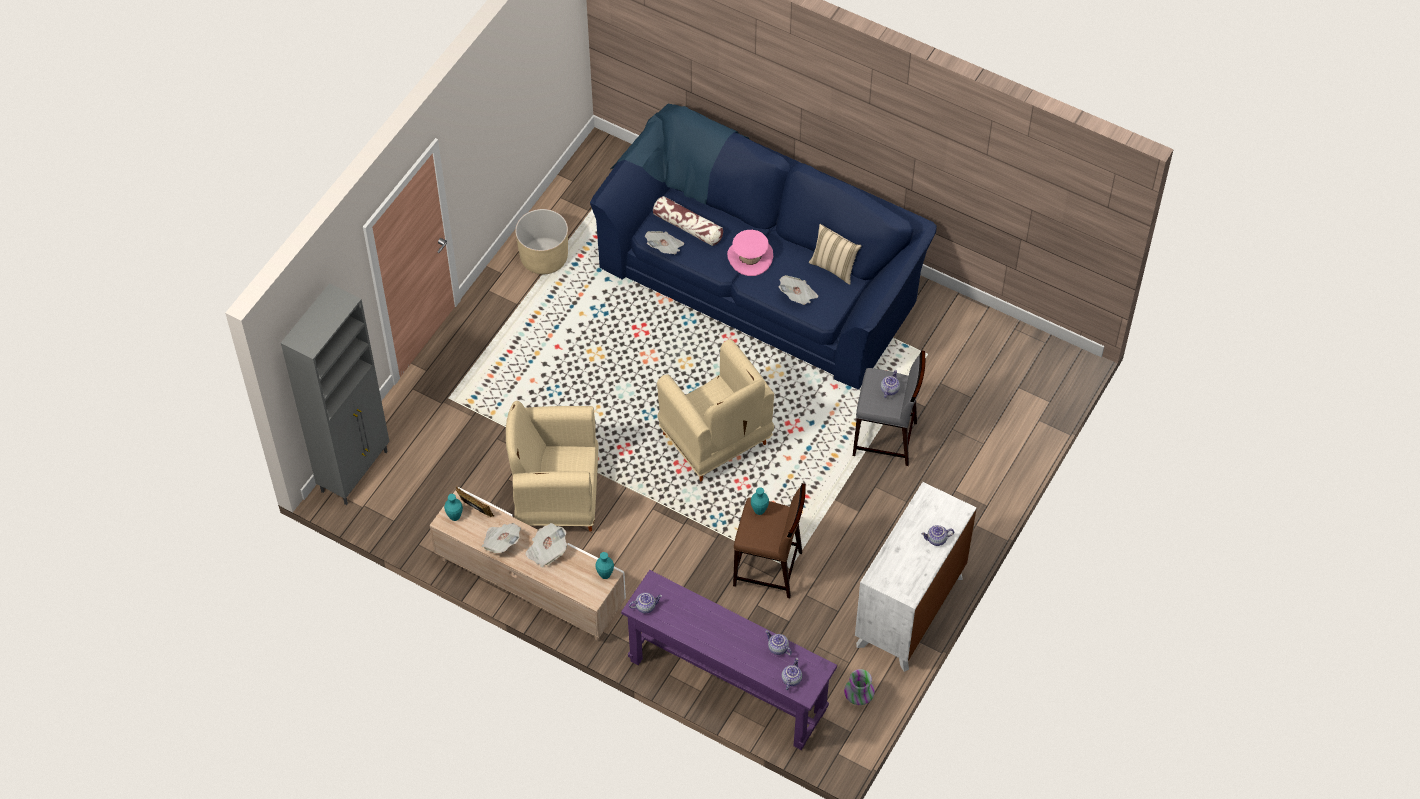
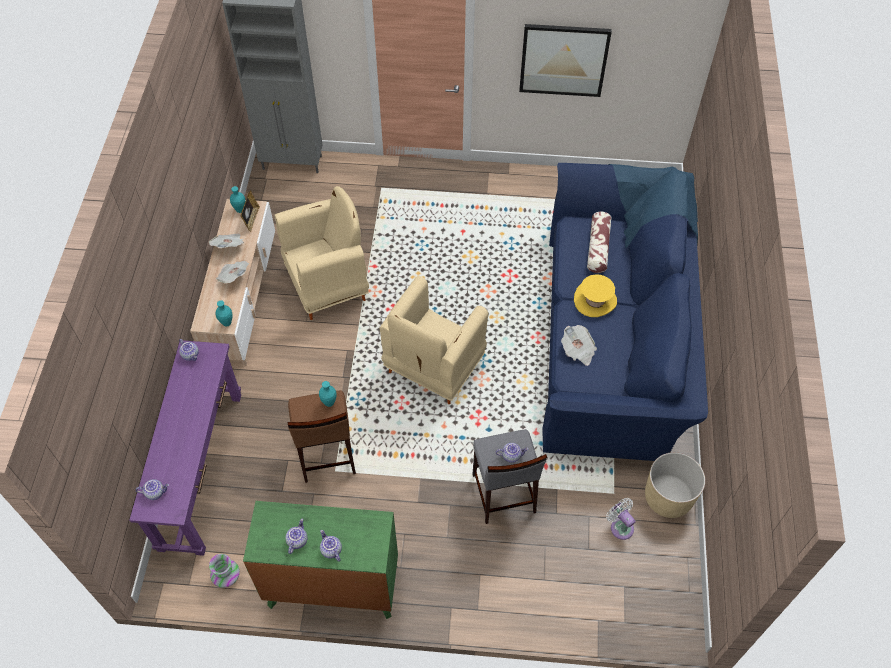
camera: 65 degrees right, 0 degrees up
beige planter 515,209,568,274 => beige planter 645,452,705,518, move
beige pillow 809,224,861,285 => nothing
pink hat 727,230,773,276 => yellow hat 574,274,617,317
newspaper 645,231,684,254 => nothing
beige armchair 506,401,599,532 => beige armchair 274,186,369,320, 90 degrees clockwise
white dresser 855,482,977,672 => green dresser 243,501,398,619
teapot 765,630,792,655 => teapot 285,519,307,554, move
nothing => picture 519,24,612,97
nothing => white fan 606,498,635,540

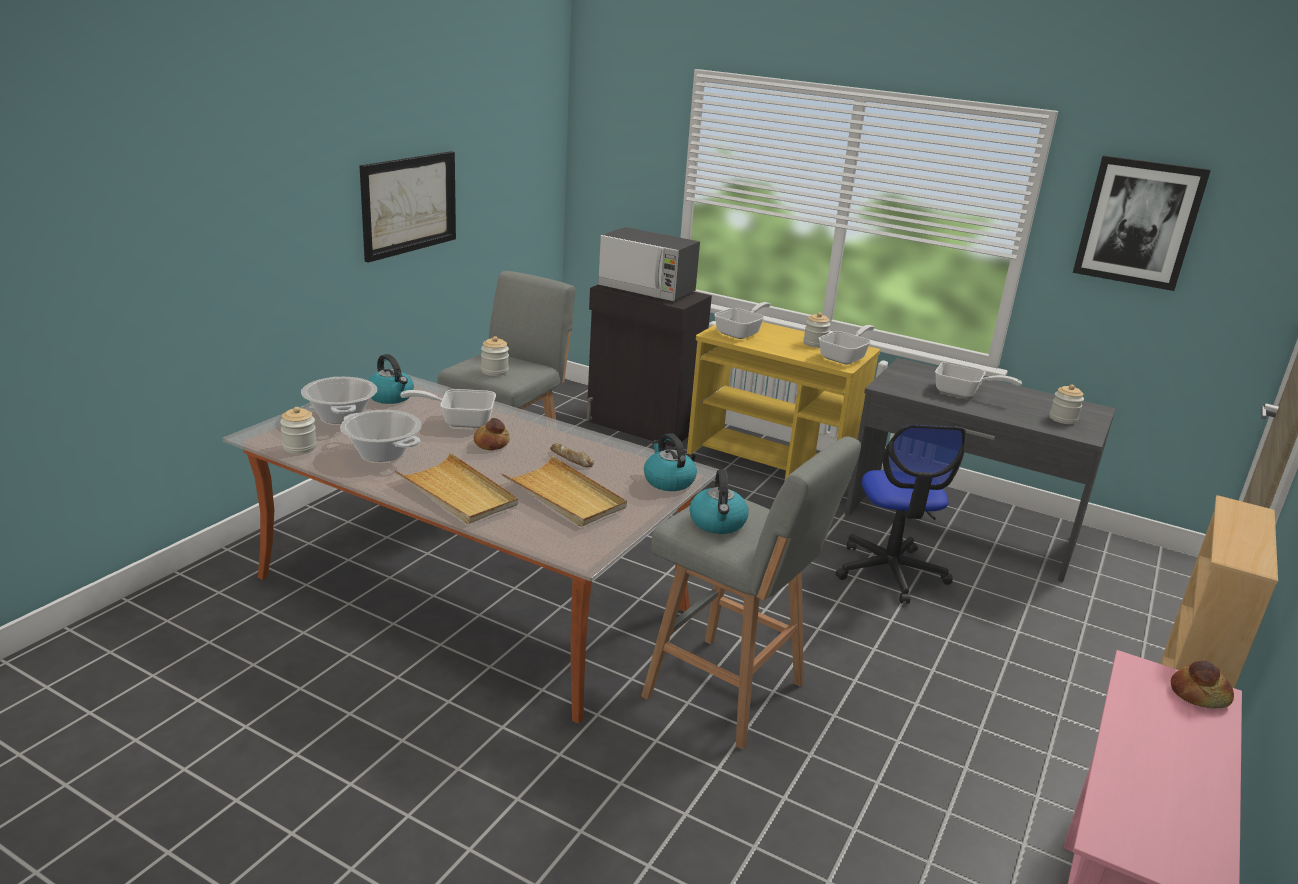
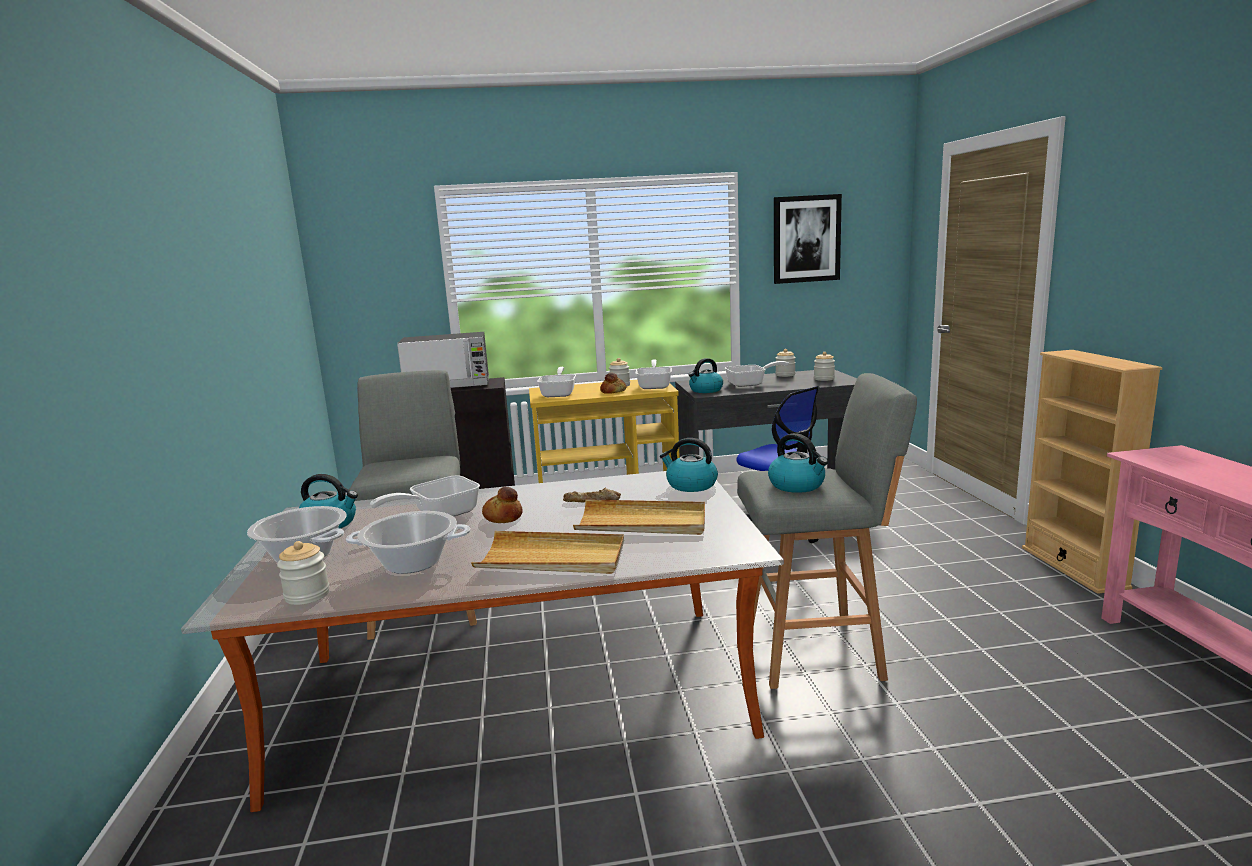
camera: 35 degrees left, 10 degrees down
picture 360,151,456,263 => nothing
jar 481,336,509,376 => jar 776,349,796,377, move
bread 1171,661,1234,708 => bread 600,373,626,394, move
nothing => kettle 688,358,723,393

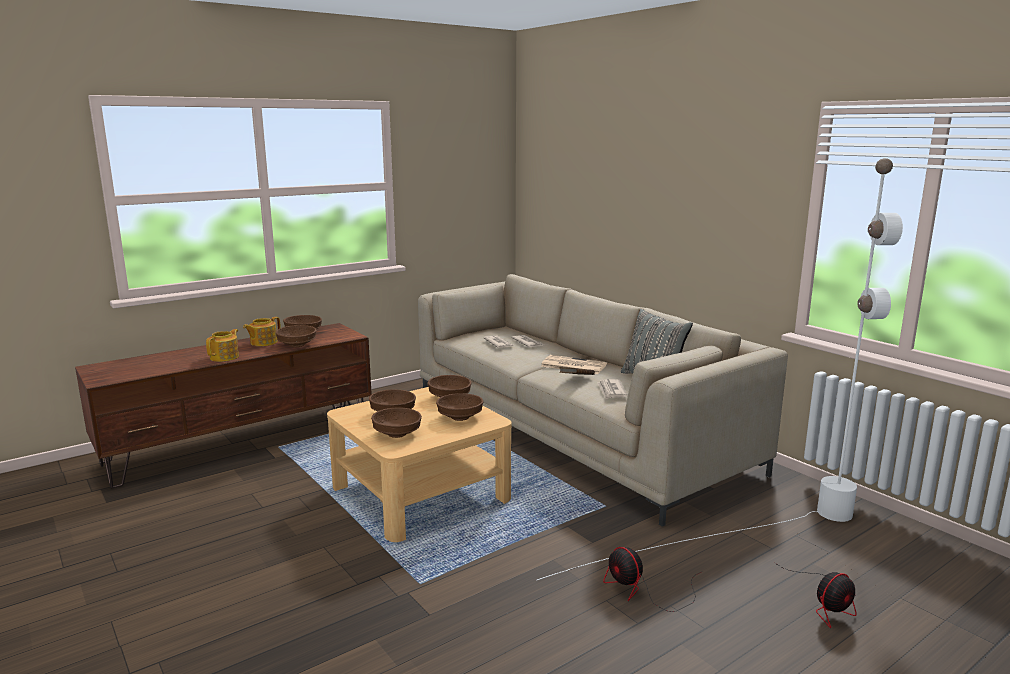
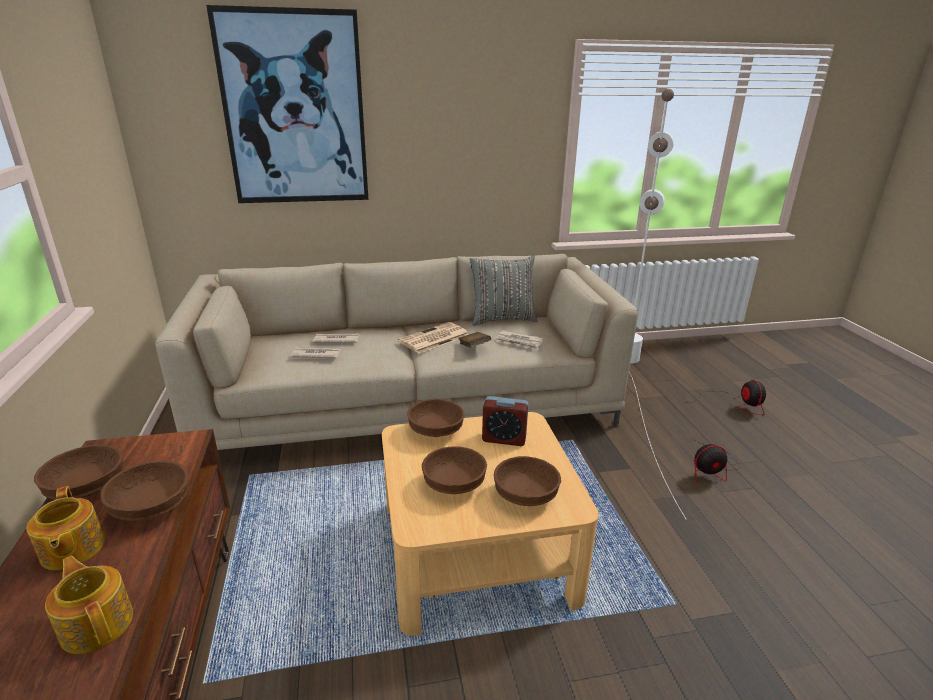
camera: 65 degrees left, 10 degrees up
brown bowl 436,393,484,421 => alarm clock 482,396,529,446
nothing => picture 206,5,369,203

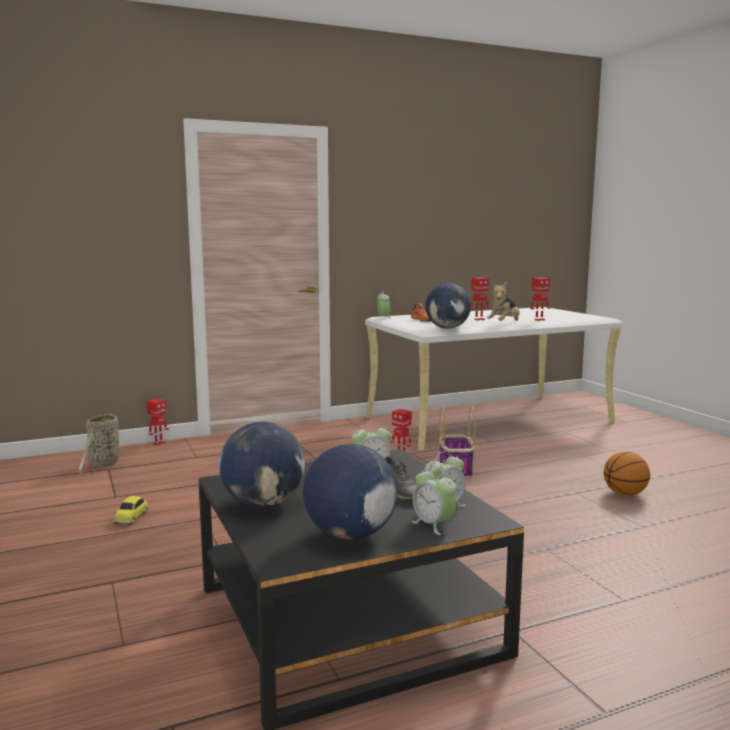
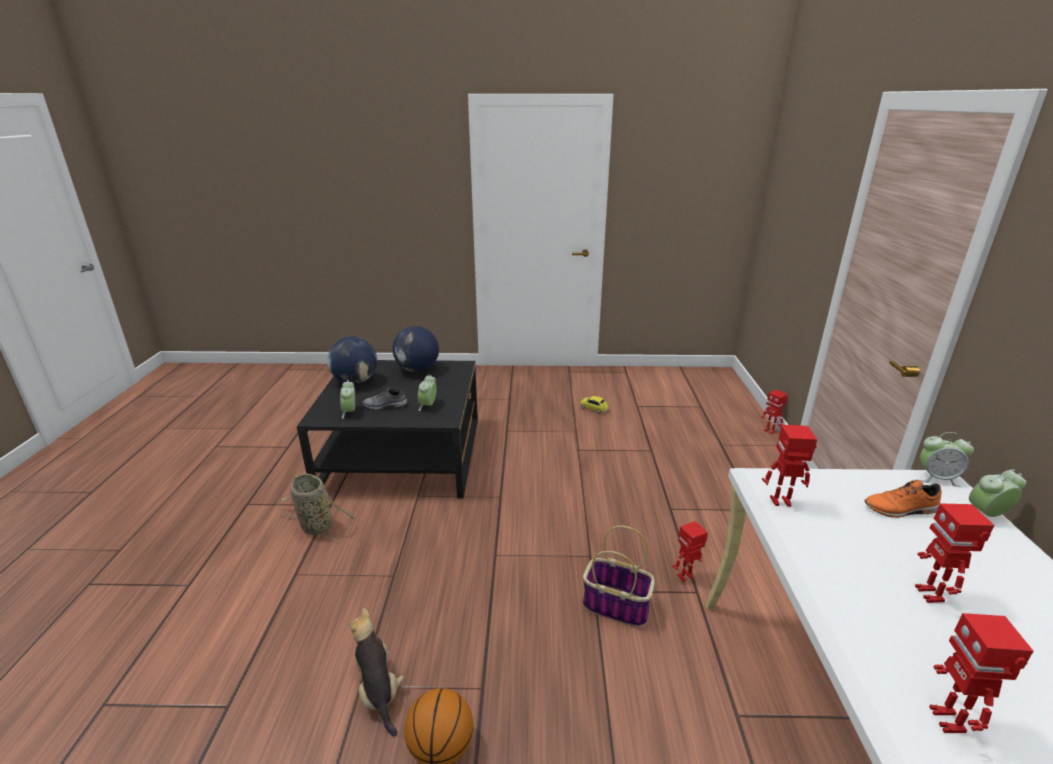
camera: 115 degrees right, 15 degrees up
plush toy 487,282,520,321 => plush toy 348,608,404,737, move
globe 425,283,471,329 => toy robot 762,425,817,507
basket 78,414,123,476 => basket 278,473,354,539, move
alarm clock 411,466,456,535 => alarm clock 969,470,1026,517, move

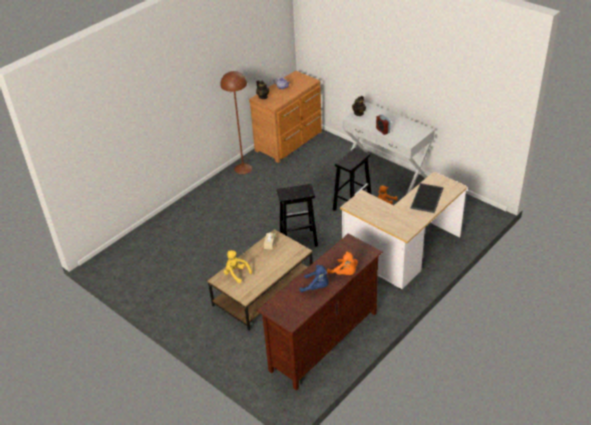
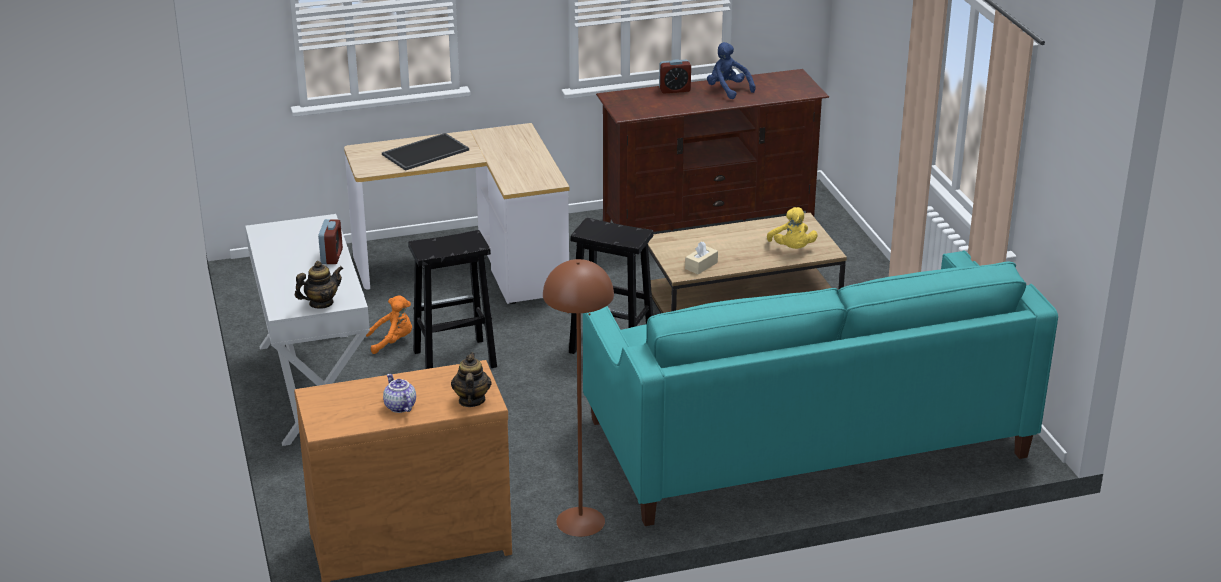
camera: 150 degrees left, 10 degrees down
orange plush toy 327,252,358,275 => alarm clock 659,59,691,94
nothing => turquoise sofa 583,250,1058,526

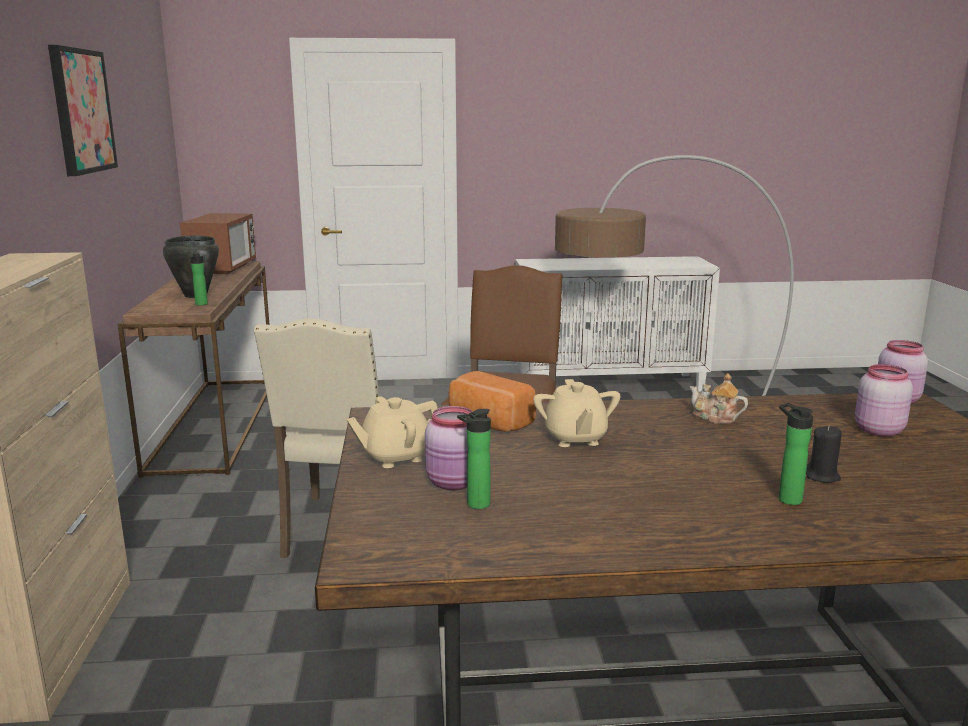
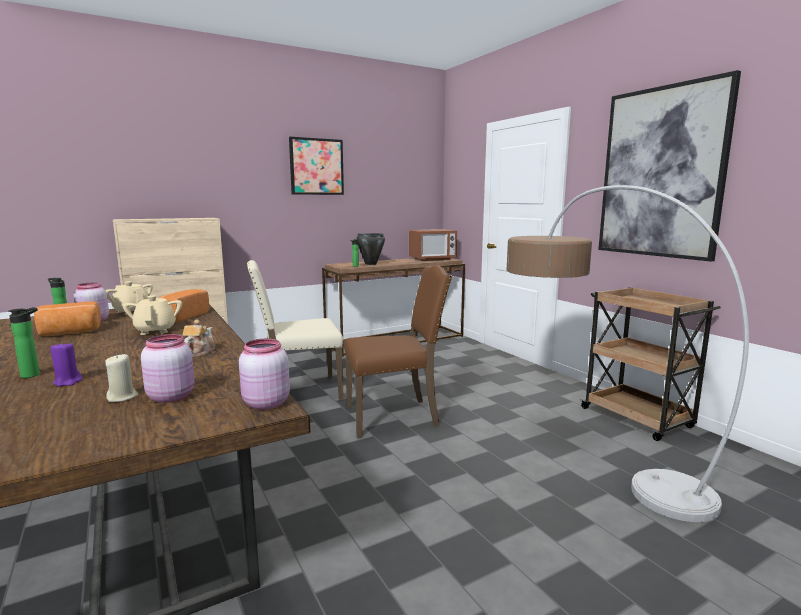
camera: 65 degrees right, 5 degrees down
white cabinet 516,256,720,392 => brown cart 579,287,721,441
beige teapot 533,379,620,447 => beige teapot 123,295,182,335, 105 degrees clockwise
black candle 806,425,842,483 => purple candle 50,341,83,386
nothing => picture 598,70,741,262
nothing => bread 34,301,101,336
nothing => beige candle 105,354,138,402

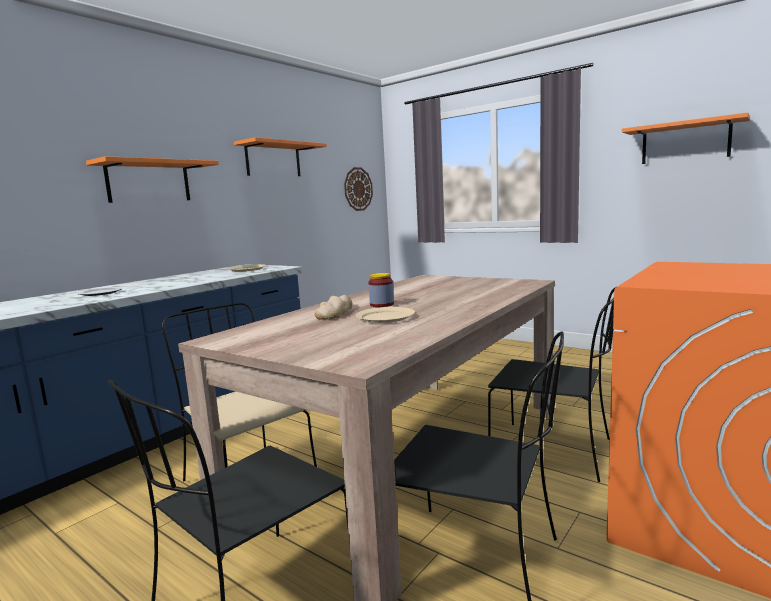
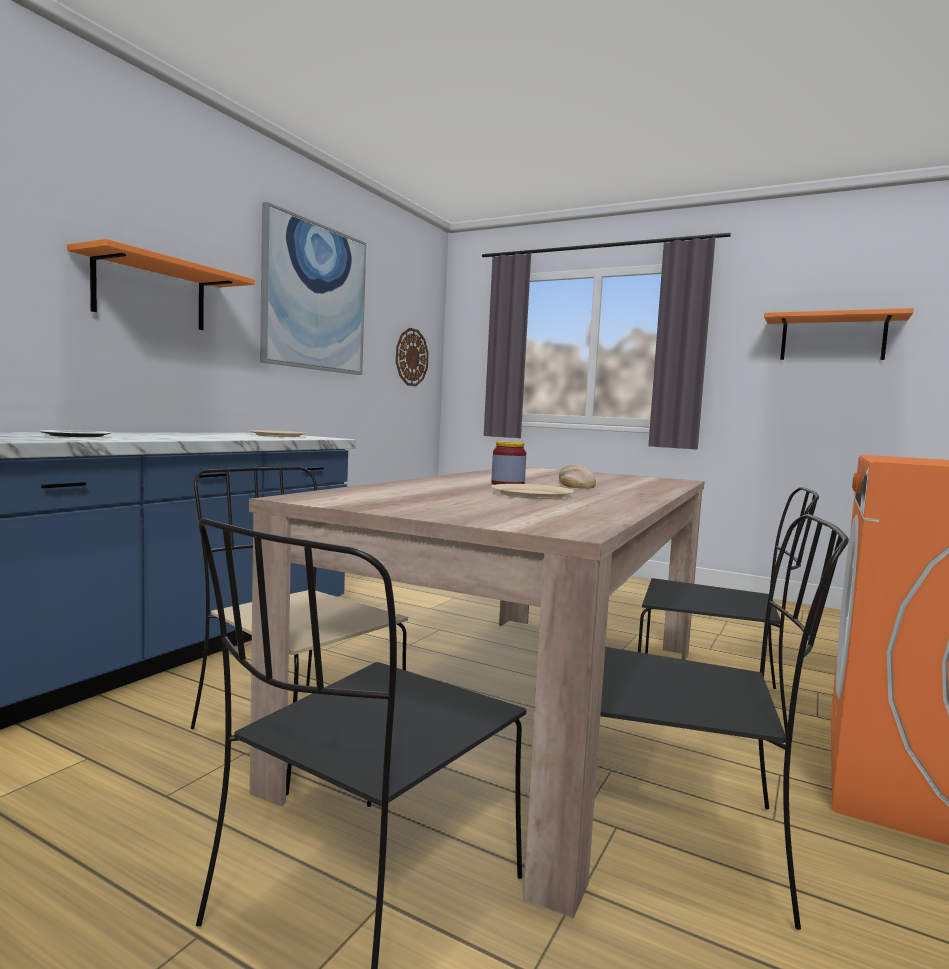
camera: 10 degrees left, 5 degrees down
orange shelf 234,137,327,176 => picture 260,202,366,375
bread 315,295,353,320 => bread 559,464,596,489, move

